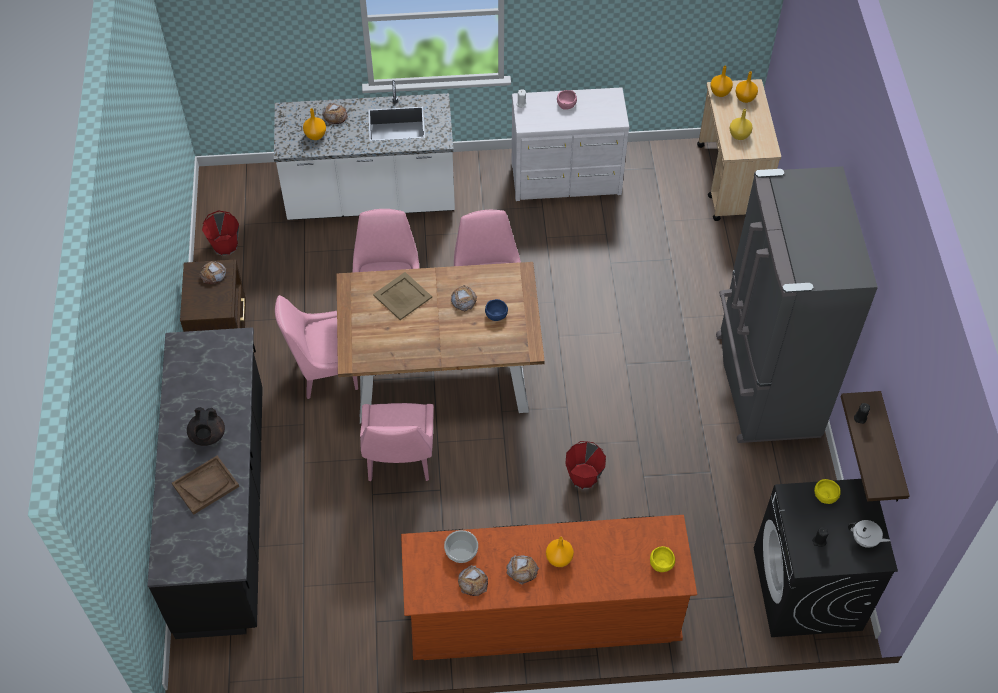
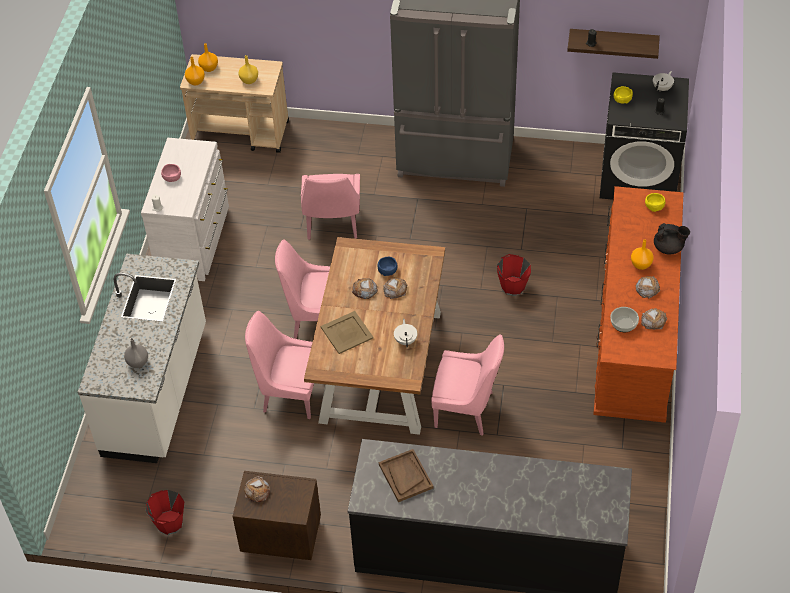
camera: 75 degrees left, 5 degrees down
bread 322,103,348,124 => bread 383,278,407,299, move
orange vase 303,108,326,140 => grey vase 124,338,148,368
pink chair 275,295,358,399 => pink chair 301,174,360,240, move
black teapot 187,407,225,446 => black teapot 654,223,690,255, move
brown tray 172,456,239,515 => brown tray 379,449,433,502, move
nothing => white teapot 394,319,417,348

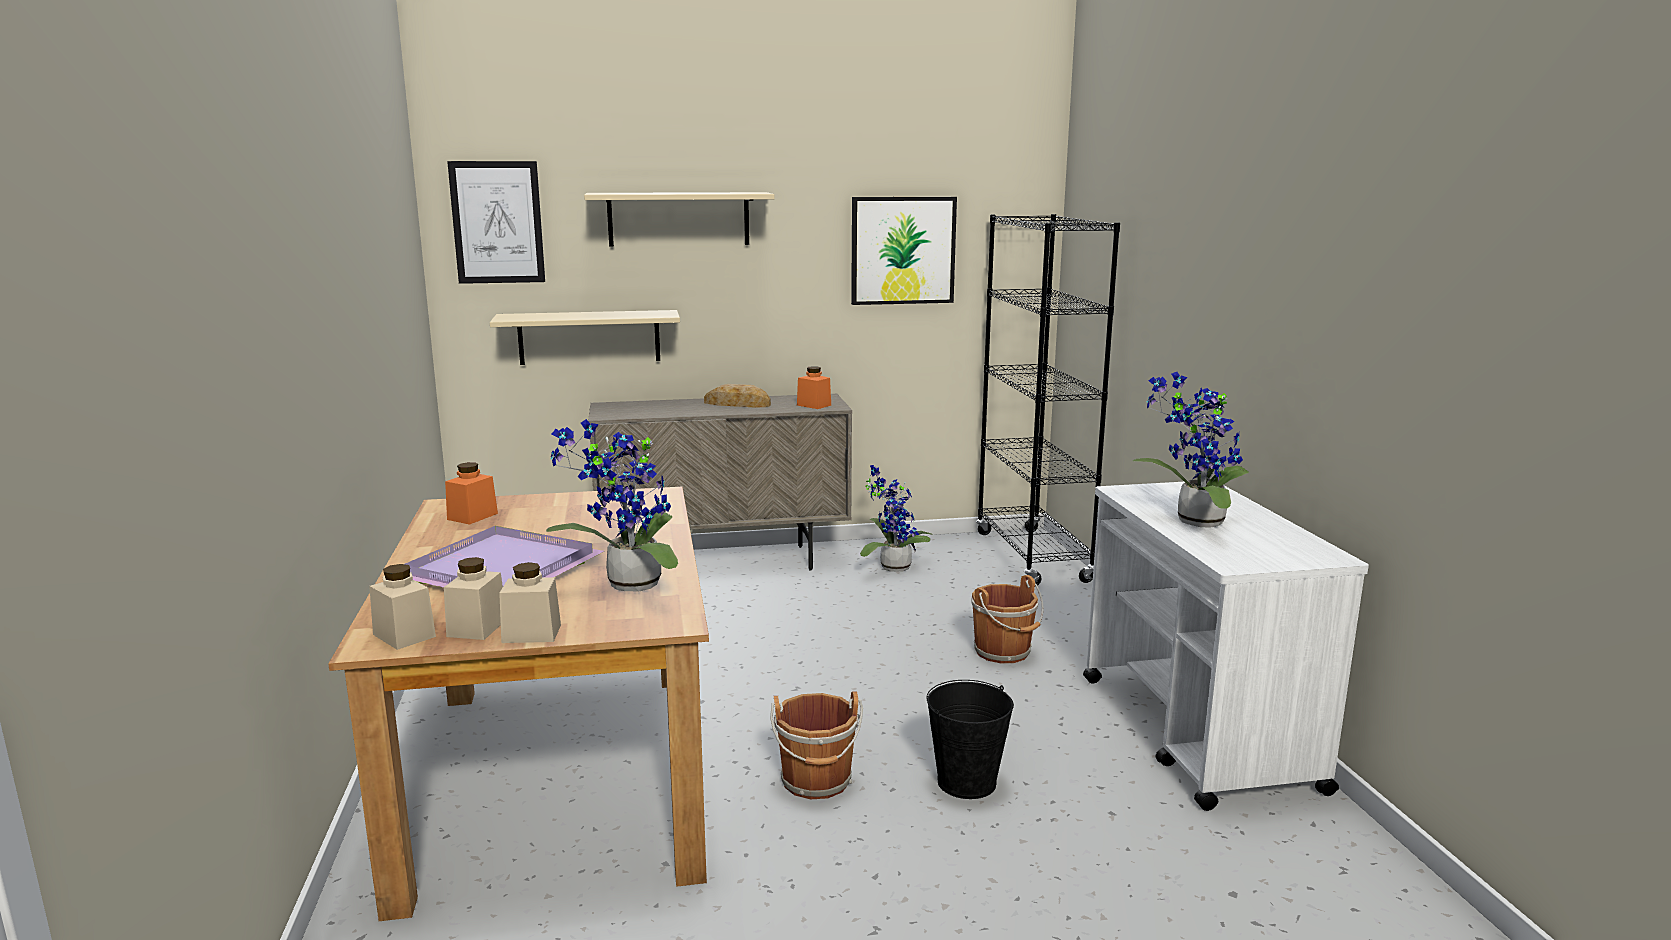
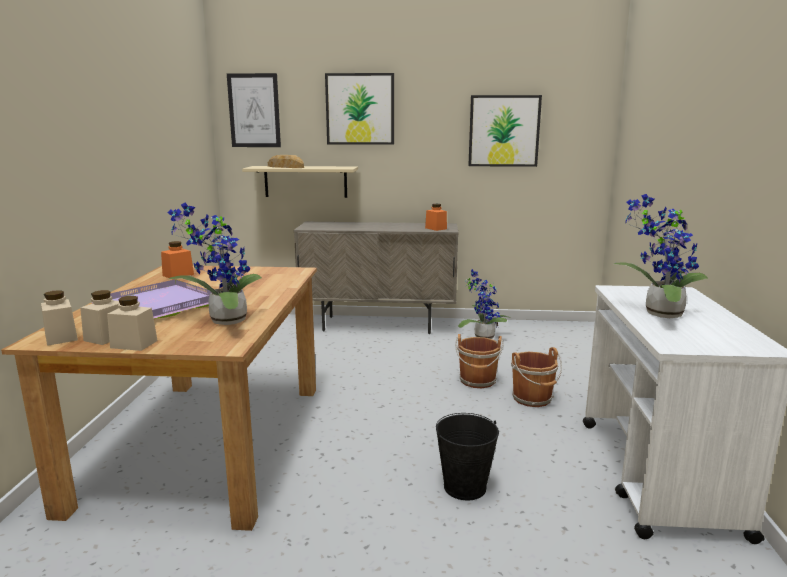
camera: 15 degrees right, 0 degrees up
beige shelf 584,192,775,247 => picture 325,73,394,145
black bookcase 976,214,1120,586 => nothing
bread 704,384,771,407 => bread 268,155,304,168, move
brown bucket 770,691,863,800 => brown bucket 455,334,504,388, move

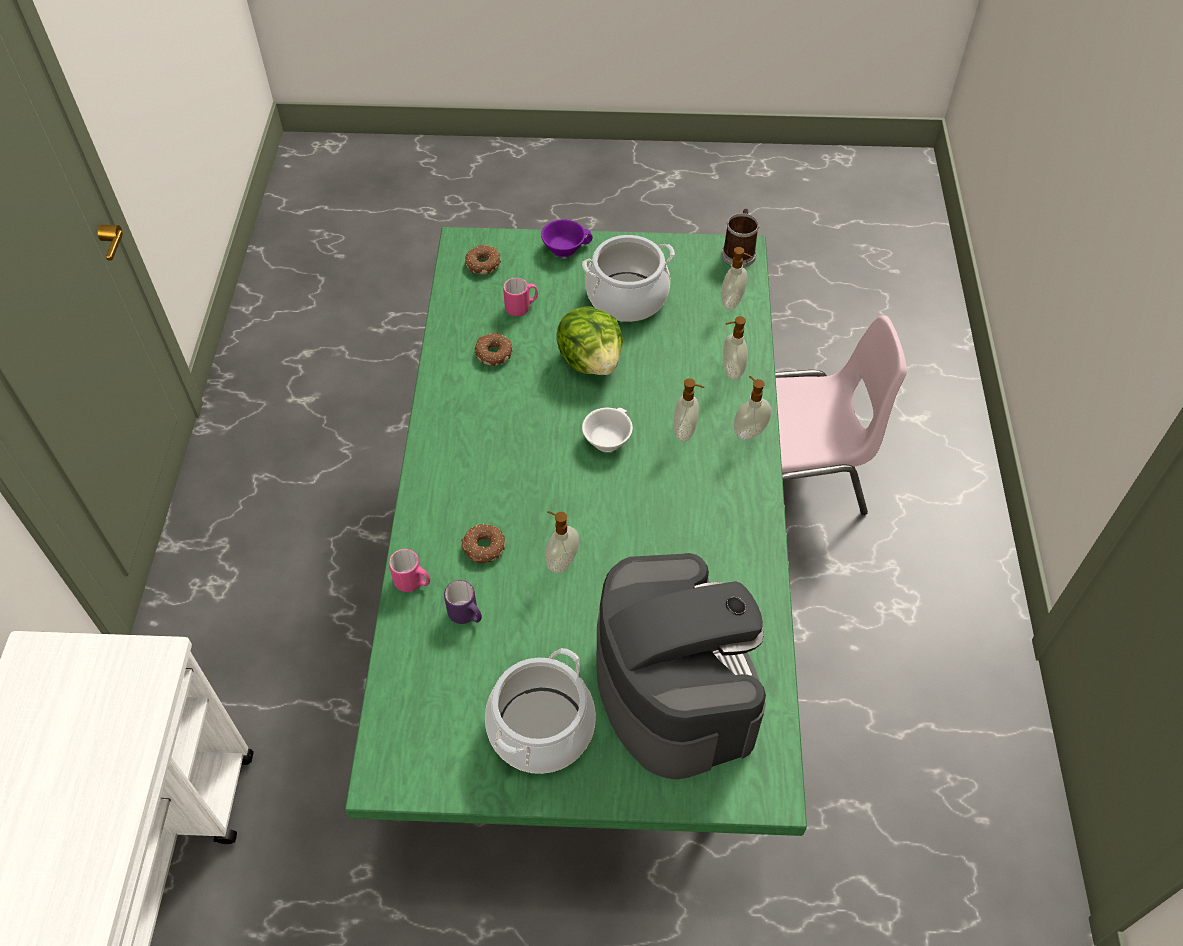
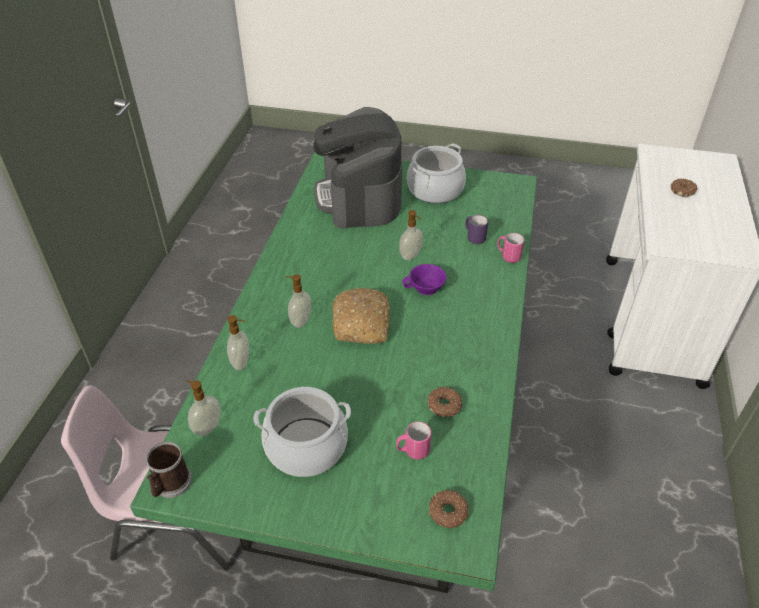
camera: 170 degrees left, 10 degrees down
purple cup 541,219,593,257 => purple cup 403,264,447,295, move
lettuce 557,306,623,375 => nothing
soap dispenser 734,376,772,440 => nothing
white cup 582,408,633,452 => bread 333,288,390,344
donut 461,524,505,563 => donut 671,178,698,197, move

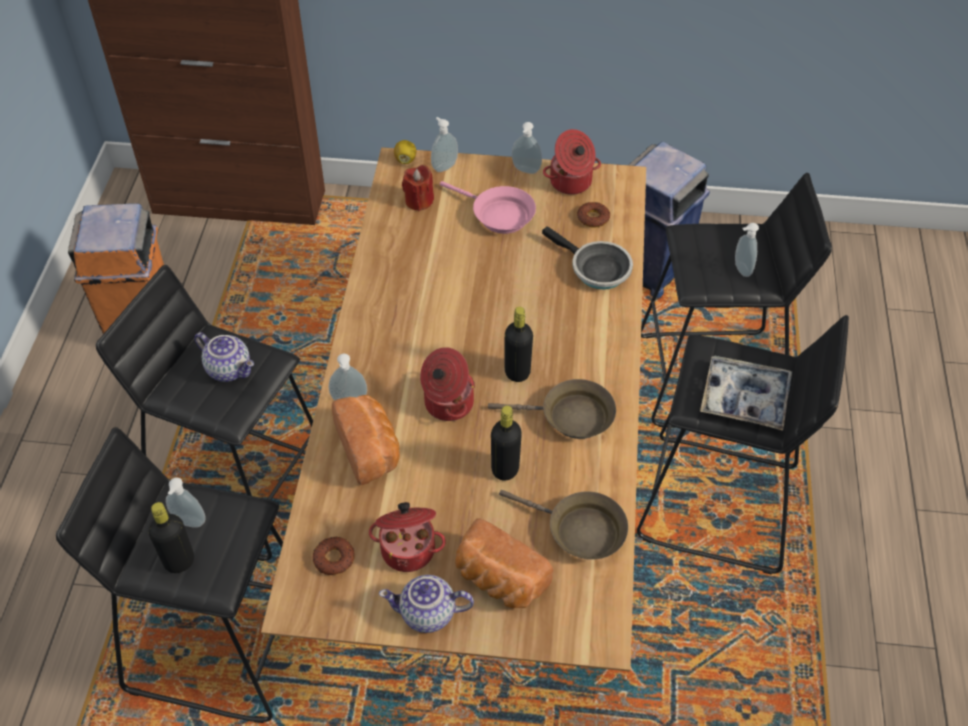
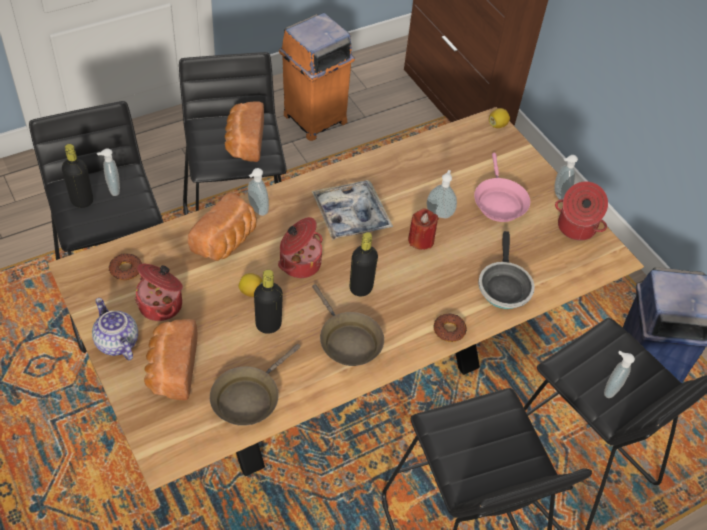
camera: 50 degrees right, 0 degrees up
soap dispenser 431,117,458,172 => soap dispenser 427,170,457,218, move
red candle 402,165,434,211 => red candle 408,208,439,250, move
donut 577,202,610,228 => donut 433,314,467,342, move
teapot 194,332,254,382 => bread 225,101,264,162
tray 700,356,792,431 => tray 312,180,393,240, move
brown frying pan 499,490,628,560 => brown frying pan 210,344,300,426, 45 degrees clockwise
nothing => lemon 239,273,263,297

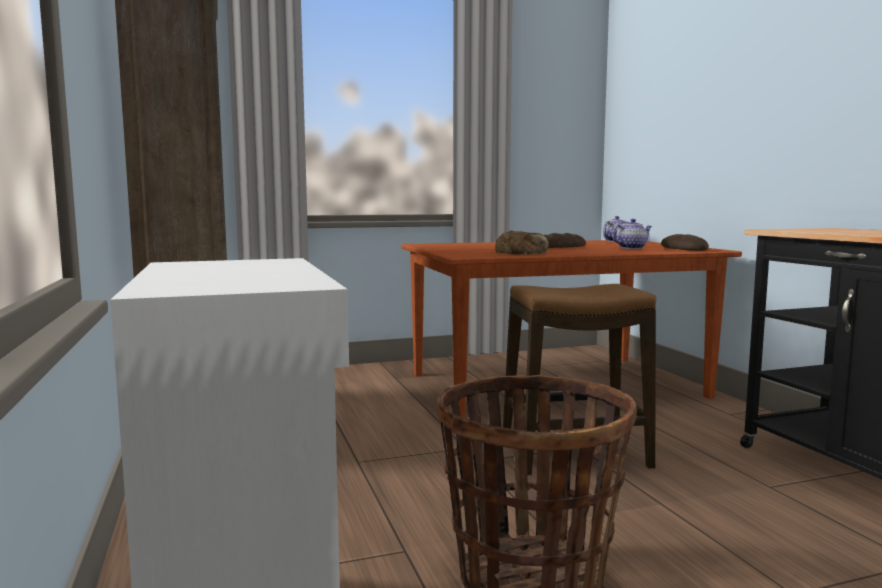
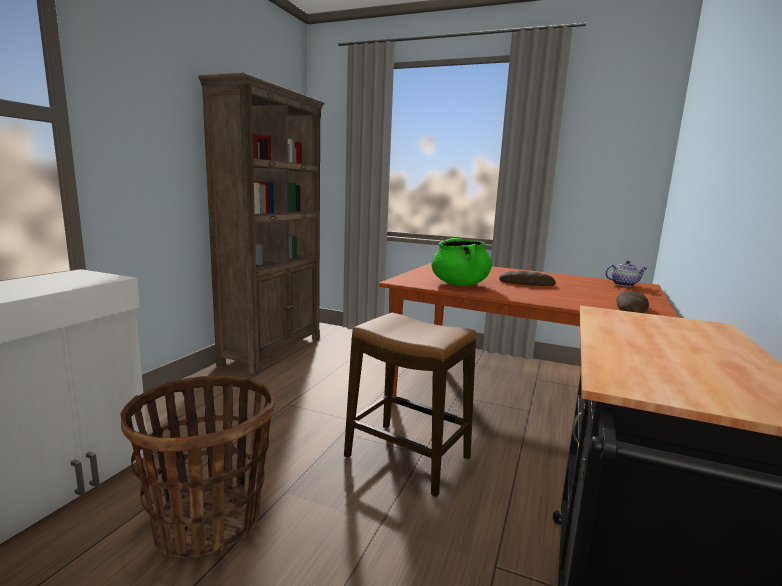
camera: 40 degrees right, 5 degrees up
teapot 612,219,652,249 => nothing
bread 495,231,549,255 => green cooking pot 432,238,492,286

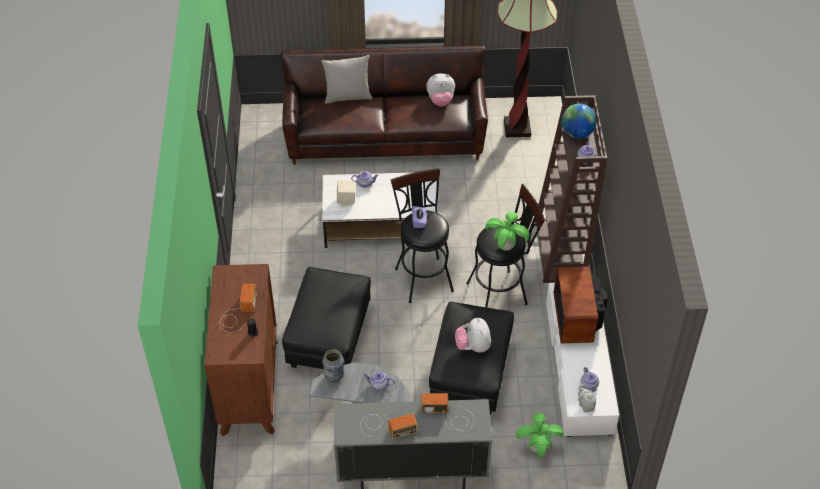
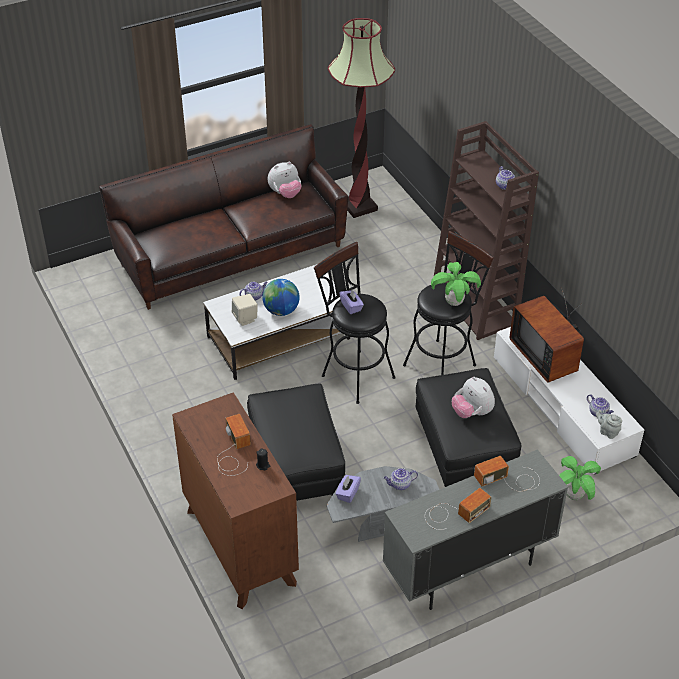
camera: 25 degrees left, 5 degrees down
grey pillow 321,55,373,104 => nothing
globe 561,104,597,139 => globe 262,279,300,316, move
vase 322,349,344,382 => purple tissue box 335,475,361,503

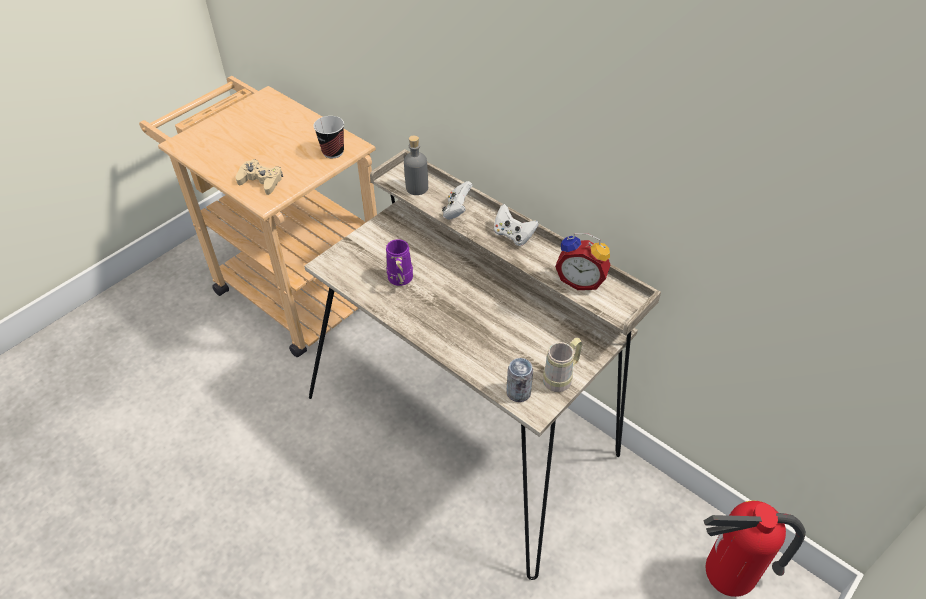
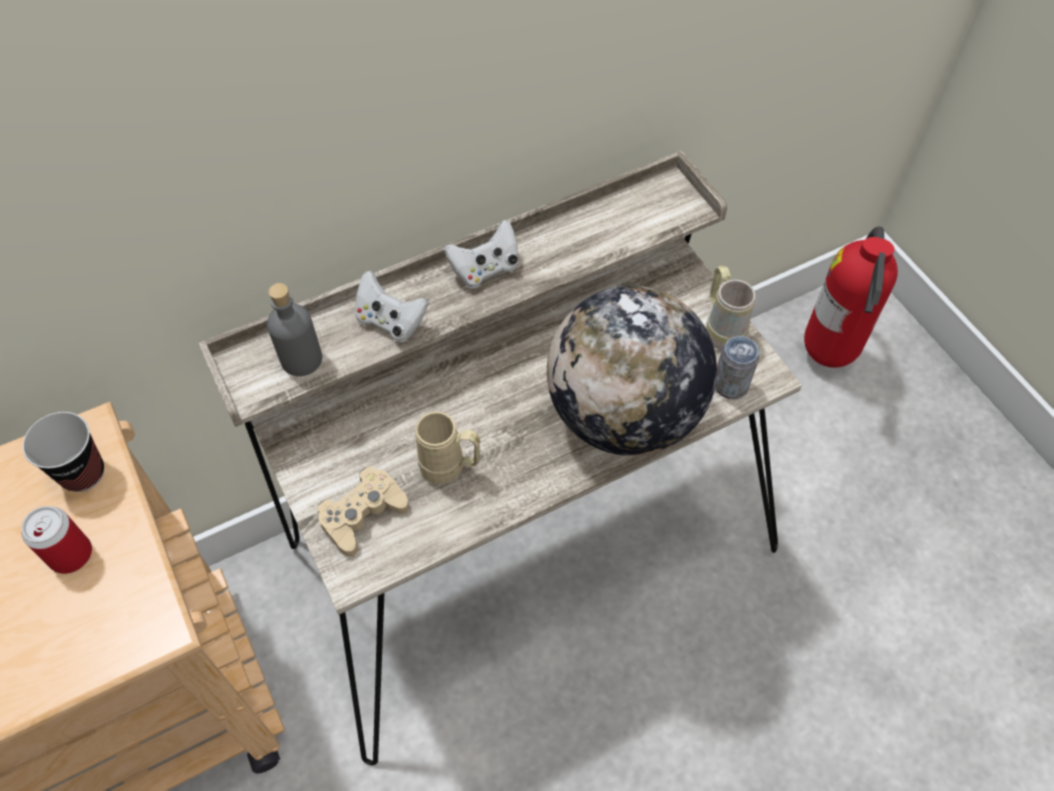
camera: 70 degrees left, 10 degrees up
beige game controller 236,159,283,195 => beige game controller 317,466,409,557, move
alarm clock 555,233,610,290 => nothing
purple mug 386,239,413,286 => beige mug 415,411,480,484
nothing => globe 547,286,717,456
nothing => can 21,506,92,574

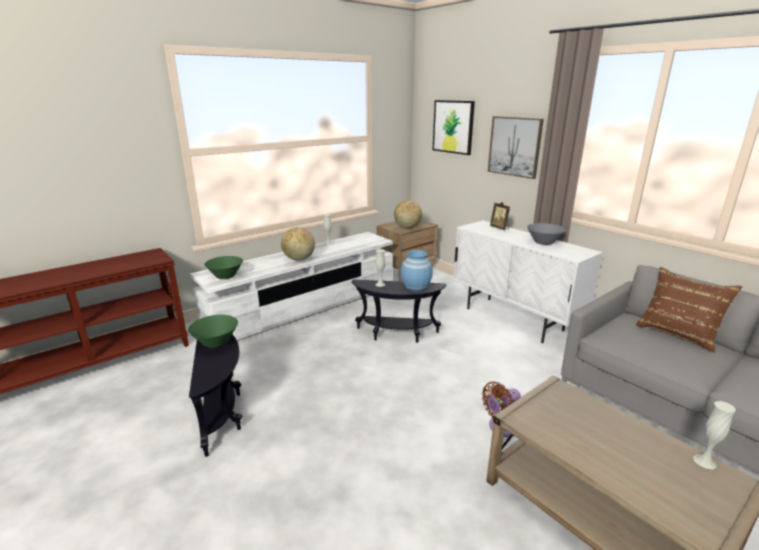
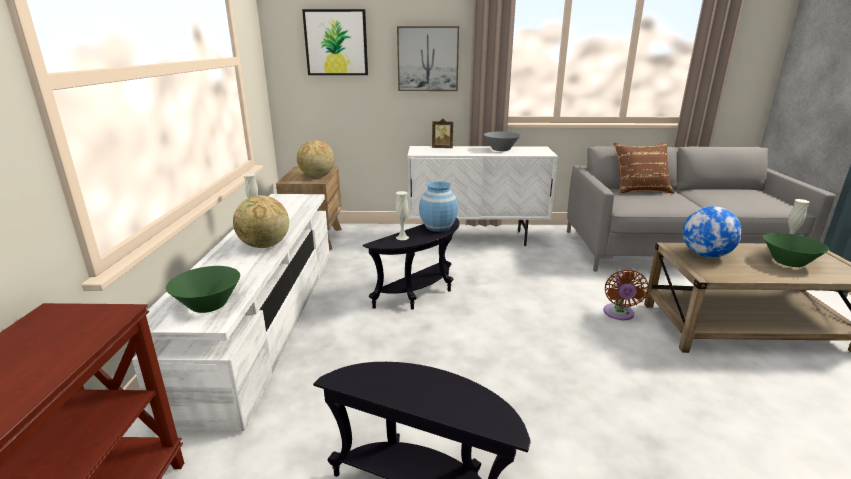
camera: 50 degrees left, 0 degrees up
green bowl 188,315,238,348 => green bowl 764,233,829,267, move
nothing => globe 683,206,742,258

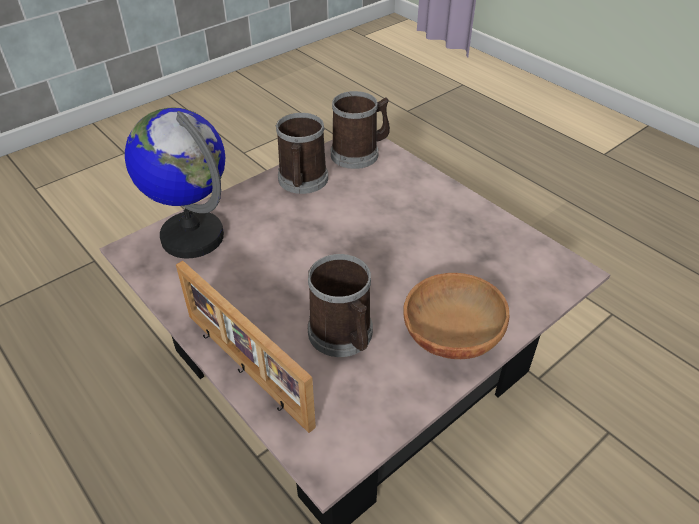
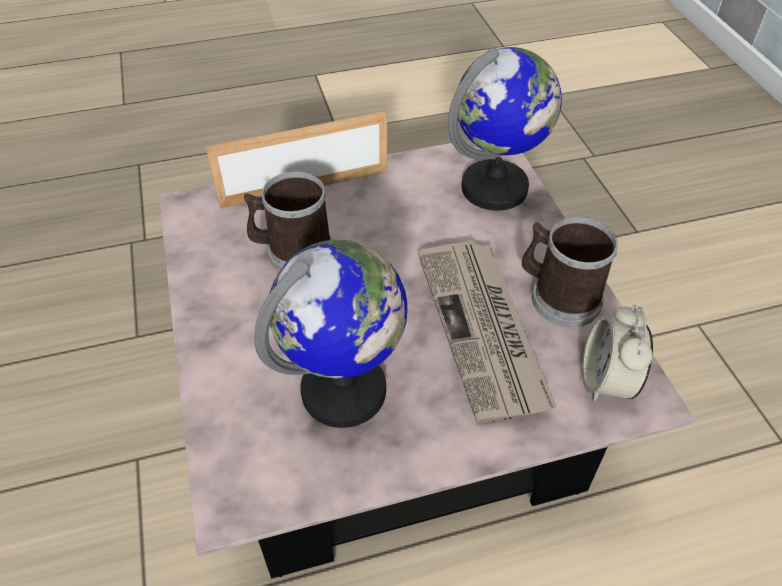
camera: 115 degrees right, 5 degrees up
mug 331,91,390,169 => alarm clock 582,305,653,402
brown bowl 403,273,509,359 => nothing
nothing => globe 254,239,407,428
nothing => newspaper 418,240,557,425

